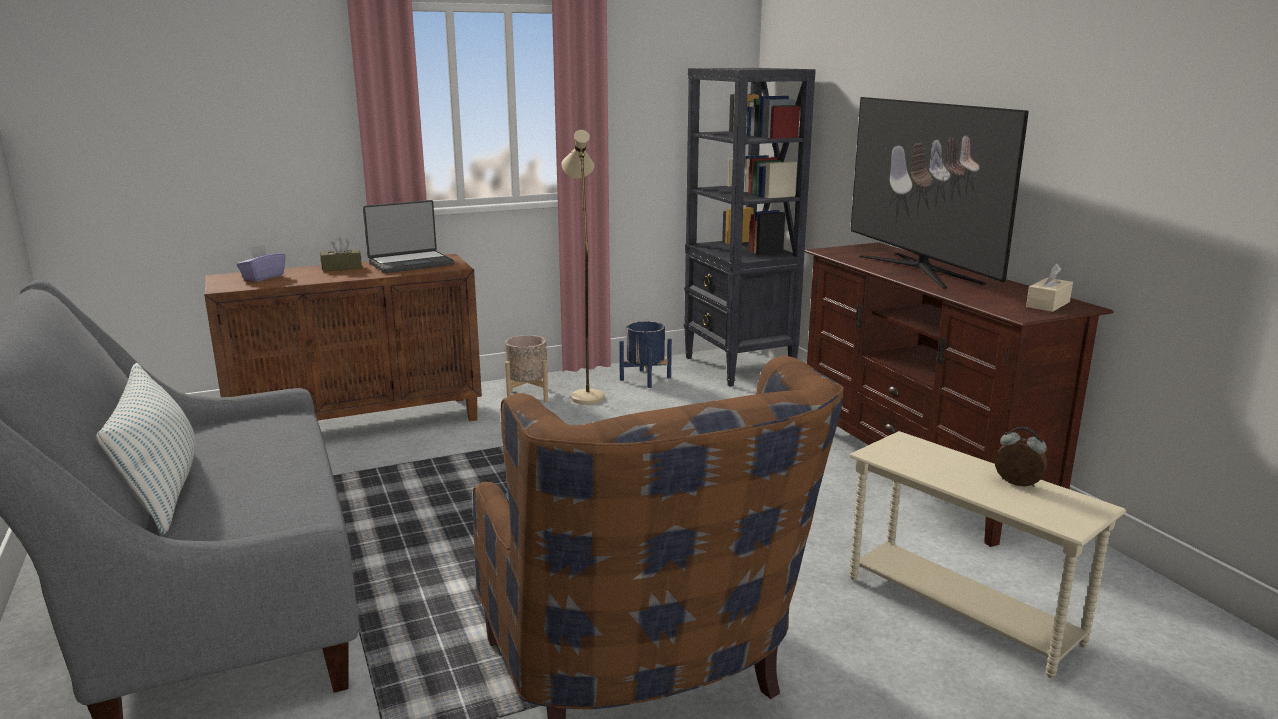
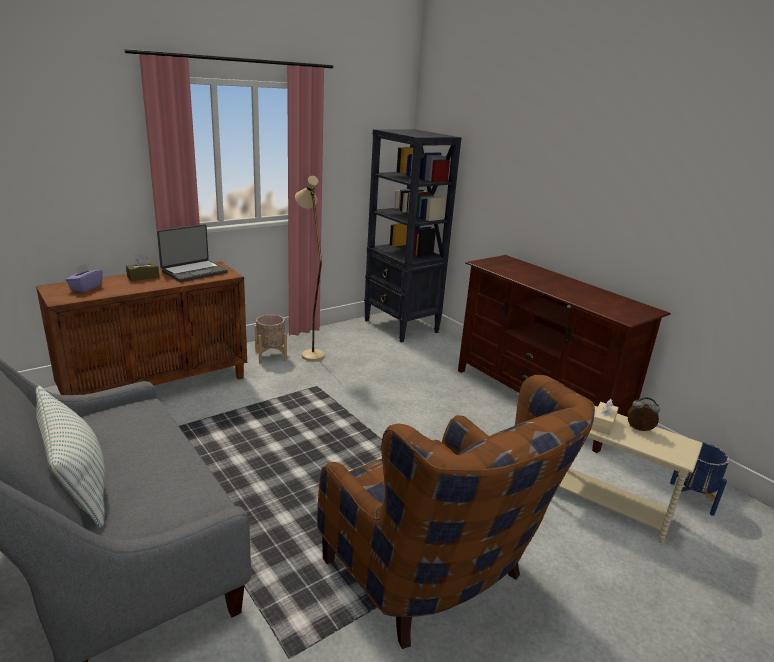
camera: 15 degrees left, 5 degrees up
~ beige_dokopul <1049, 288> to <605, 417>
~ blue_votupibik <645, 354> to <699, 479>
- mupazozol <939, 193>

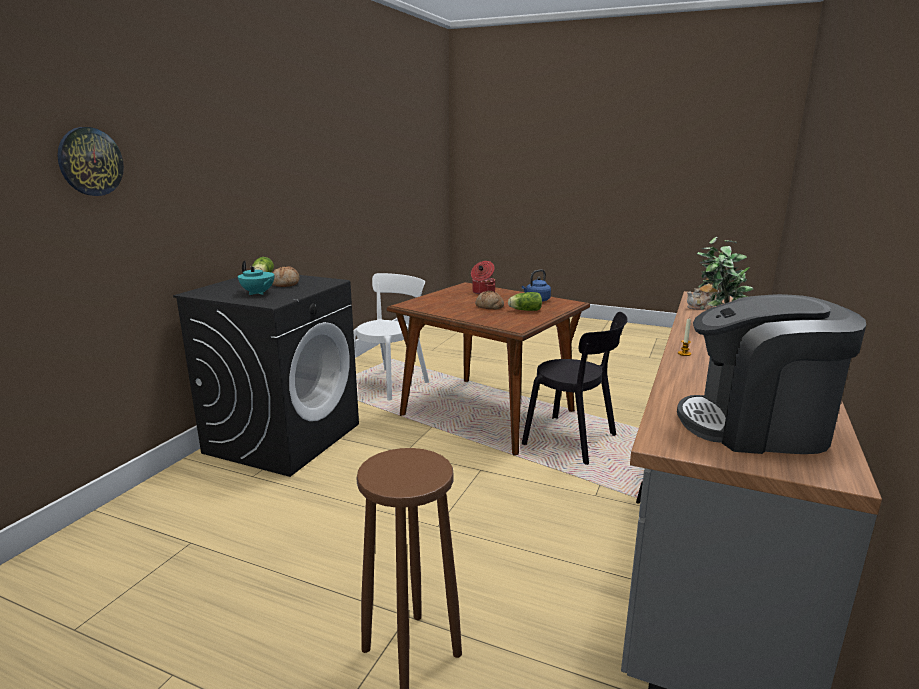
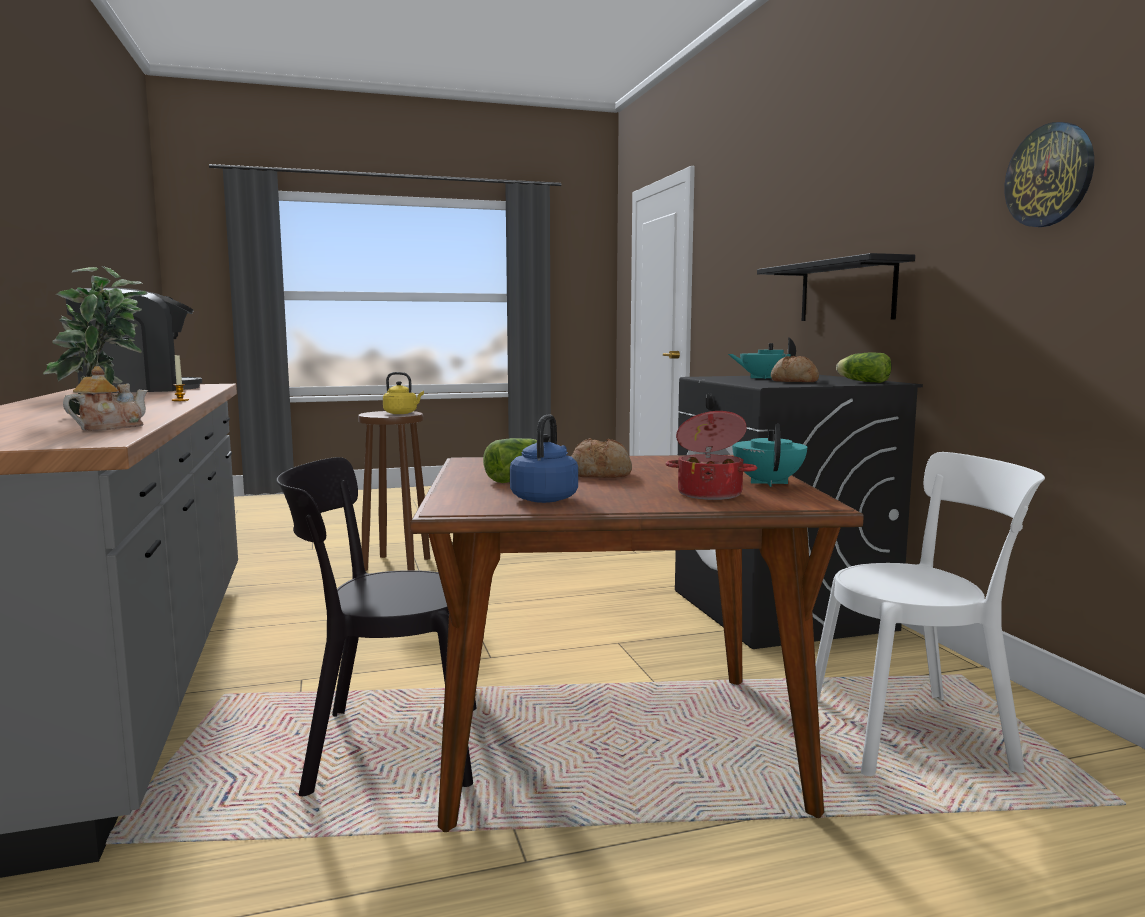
camera: 140 degrees right, 10 degrees down
+ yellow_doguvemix <403, 393>
+ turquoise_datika <769, 455>
+ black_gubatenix <836, 287>
~ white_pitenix <391, 336> = <930, 614> 90 degrees counterclockwise
~ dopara <90, 161> to <1049, 174>

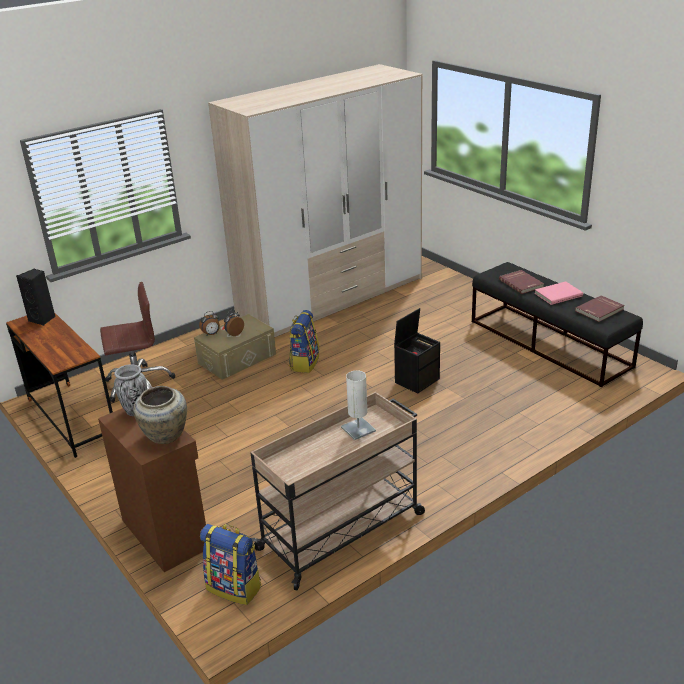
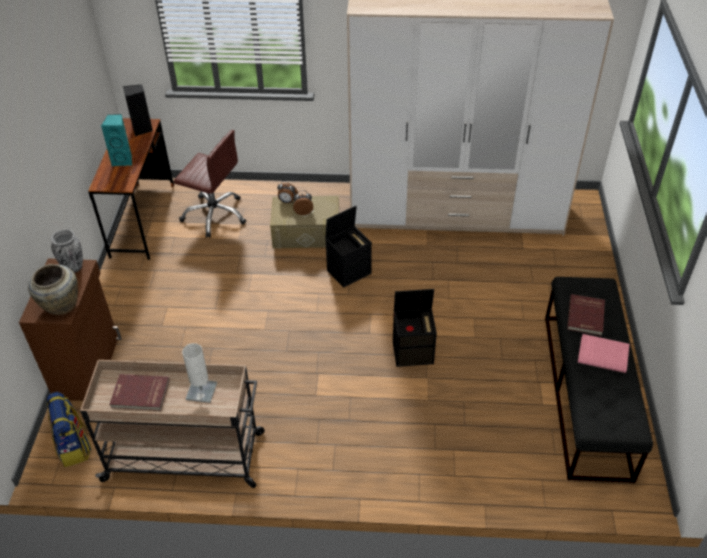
camera: 40 degrees right, 15 degrees up
+ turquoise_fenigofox <116, 140>
~ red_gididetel <600, 308> to <139, 392>
~ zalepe <304, 341> to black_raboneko <348, 247>

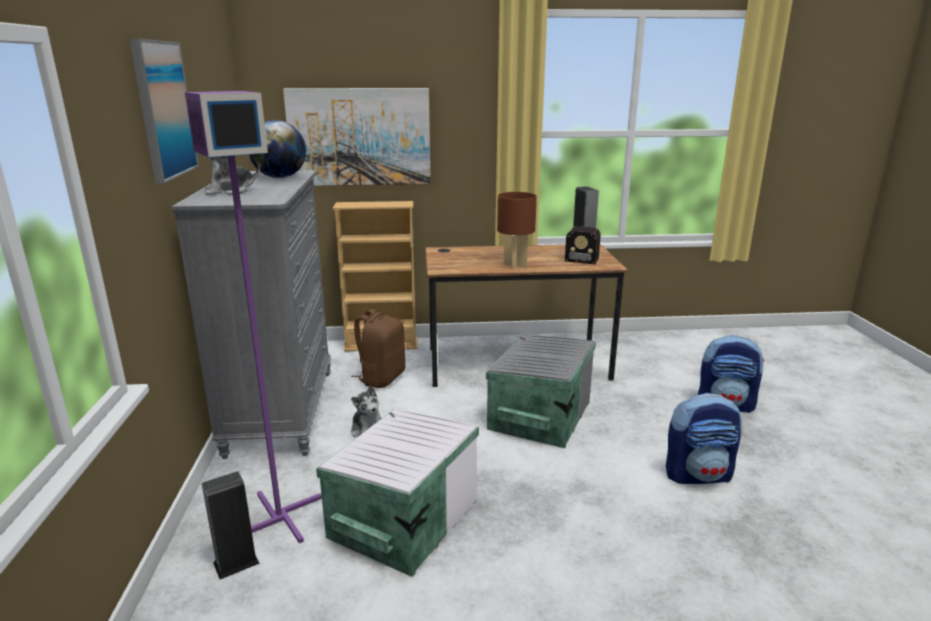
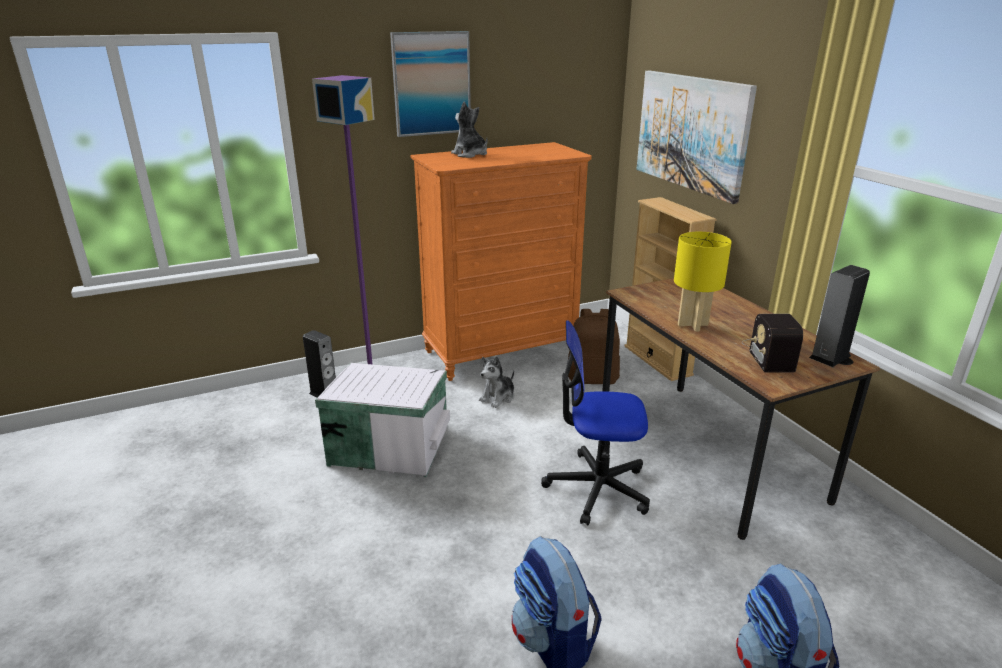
camera: 70 degrees right, 5 degrees up
~ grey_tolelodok <251, 314> to orange_tolelodok <501, 261>
~ grey_raboneko <541, 391> to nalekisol <595, 422>
~ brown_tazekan <517, 230> to yellow_tazekan <703, 282>
- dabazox <277, 149>

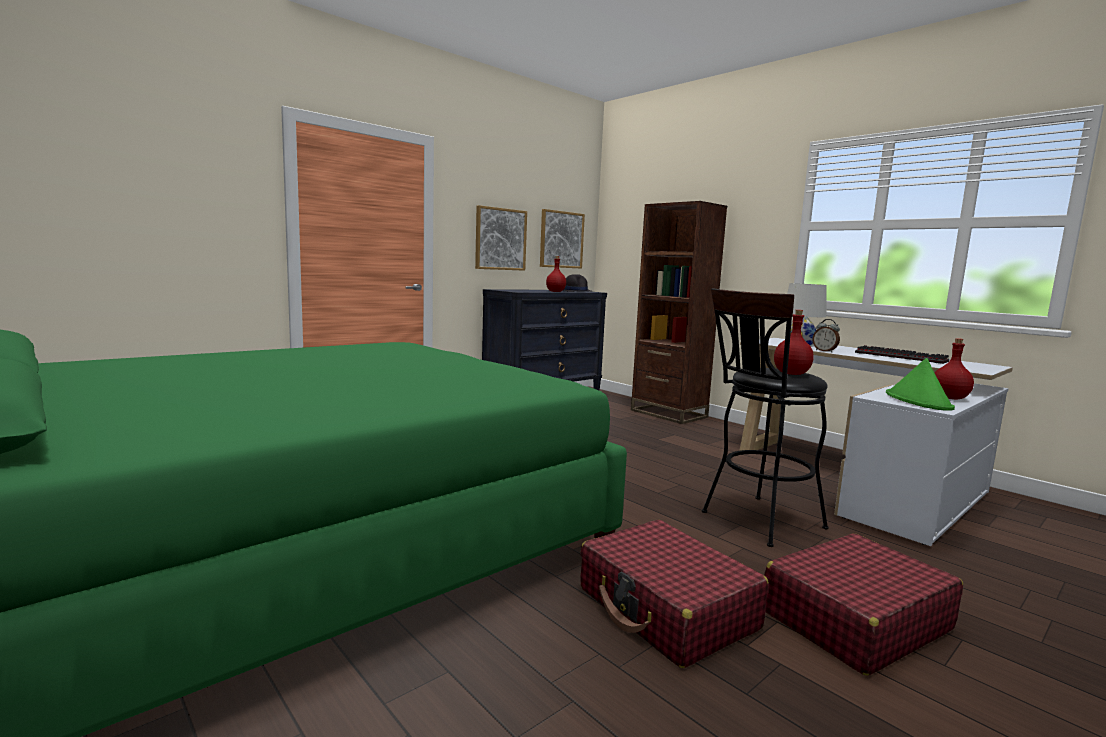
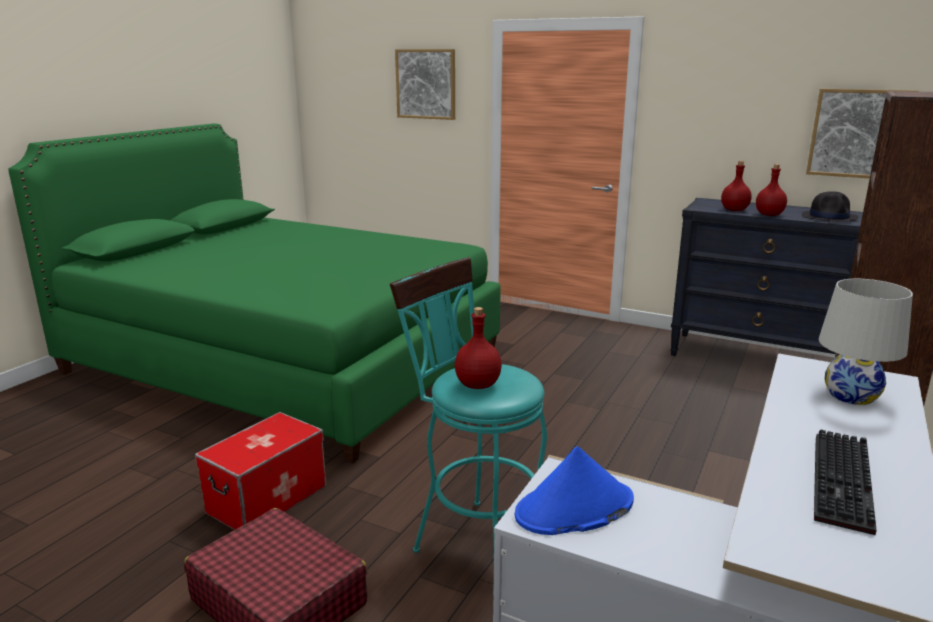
camera: 70 degrees right, 10 degrees up
~ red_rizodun <674, 594> to raboneko <260, 471>
~ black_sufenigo <765, 417> to turquoise_sufenigo <468, 405>
~ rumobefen <501, 238> to <425, 84>
~ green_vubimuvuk <920, 384> to blue_vubimuvuk <574, 490>
~ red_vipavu <954, 368> to <736, 186>
- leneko <826, 336>

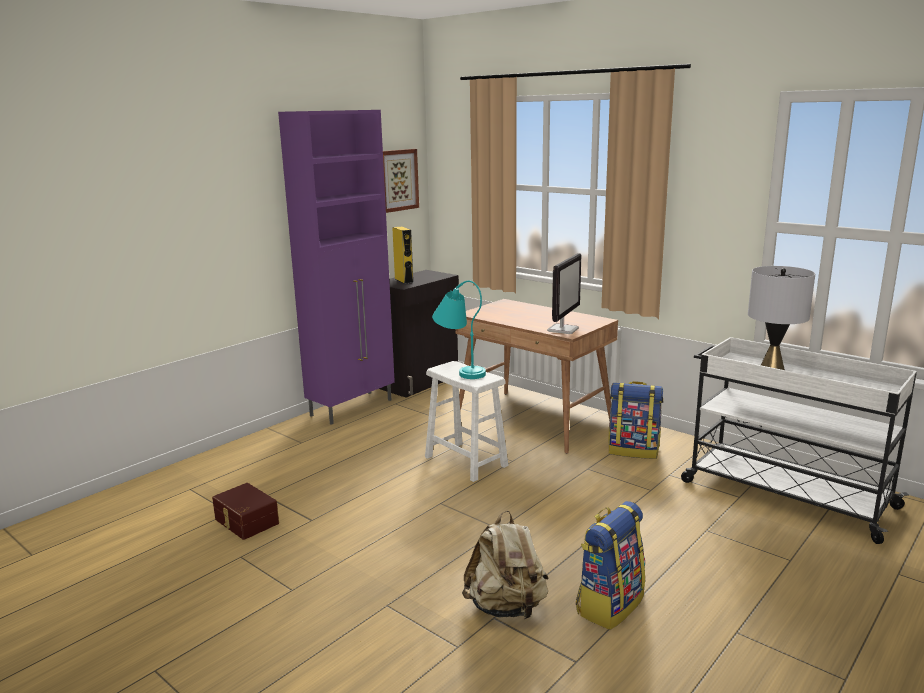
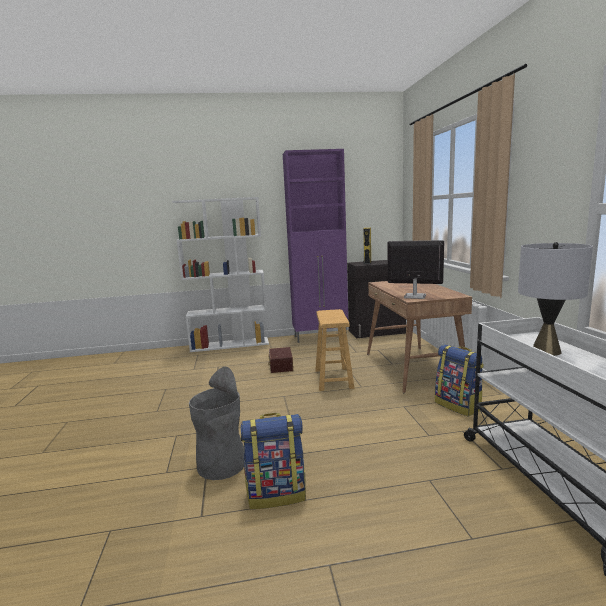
camera: 40 degrees right, 5 degrees down
+ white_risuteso <220, 274>
~ beige_zalepe <505, 565> to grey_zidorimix <216, 423>
~ brown_raboneko <245, 511> to <280, 360>
~ white_sufenigo <467, 421> to brown_sufenigo <334, 350>
~ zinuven <564, 293> = <416, 269> 135 degrees counterclockwise
- rumobefen <401, 181>
- turquoise_tazekan <459, 329>

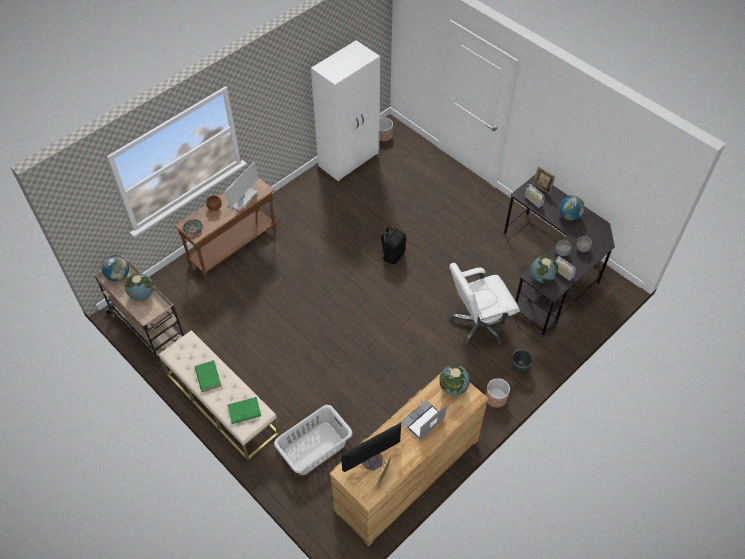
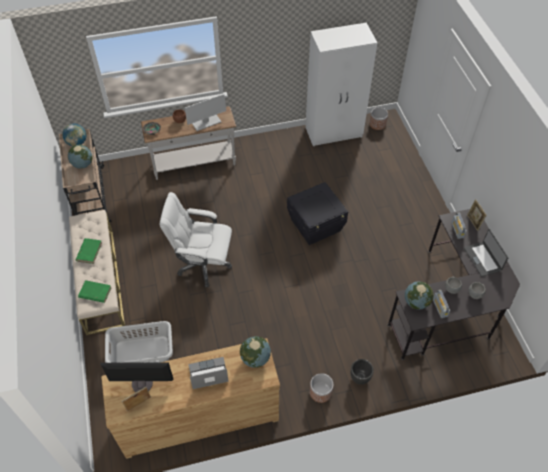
camera: 30 degrees right, 0 degrees up
~ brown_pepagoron <225, 229> to white_pepagoron <188, 143>
~ white_nalekisol <484, 304> to <196, 239>
~ black_zalepe <392, 245> to black_raboneko <317, 213>
~ dabazox <572, 208> to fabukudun <486, 253>

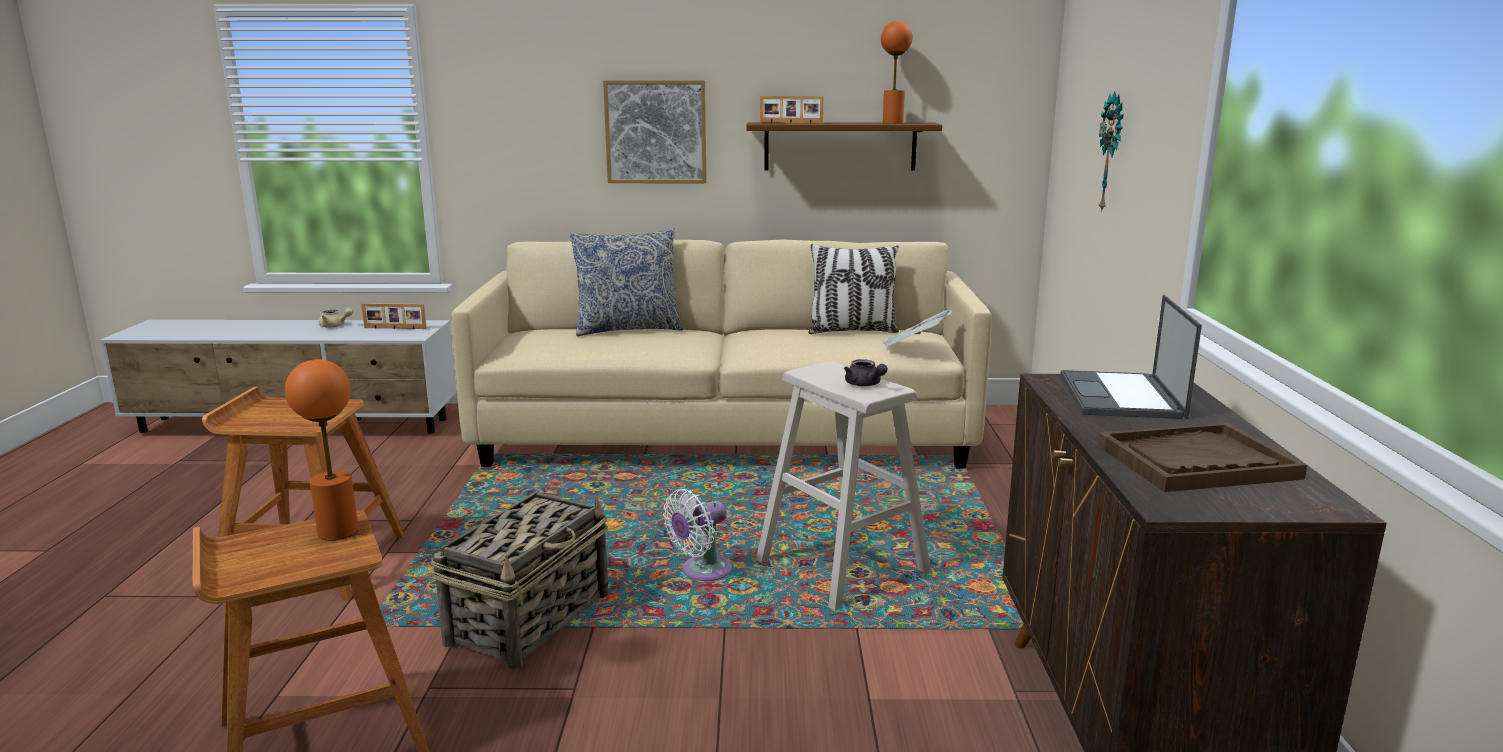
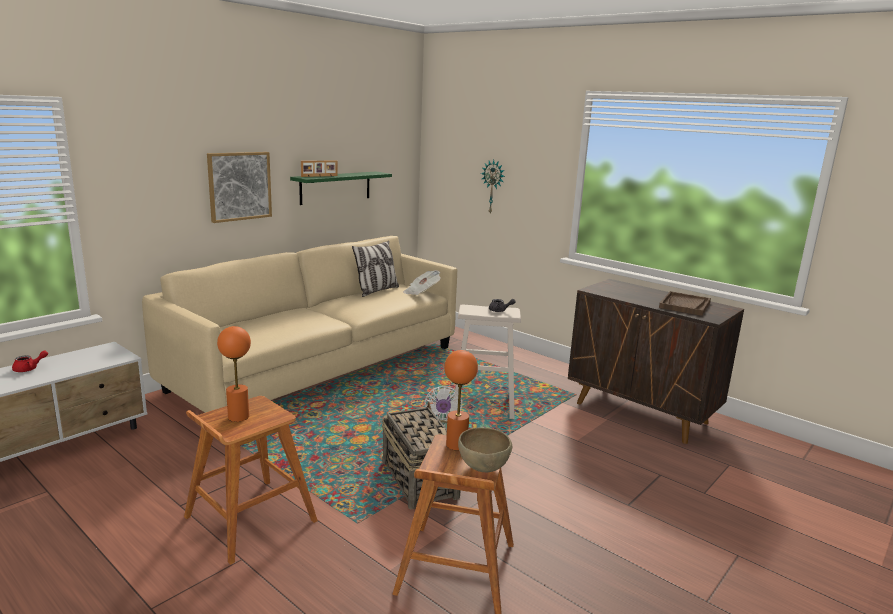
camera: 50 degrees left, 0 degrees up
~ beige_datika <336, 318> to red_datika <30, 361>
~ orange_tazekan <897, 72> to <234, 374>
~ brown_gubatenix <844, 146> to green_gubatenix <341, 188>
+ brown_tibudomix <485, 450>
- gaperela <394, 316>
- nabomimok <626, 282>
- fabukudun <1131, 357>

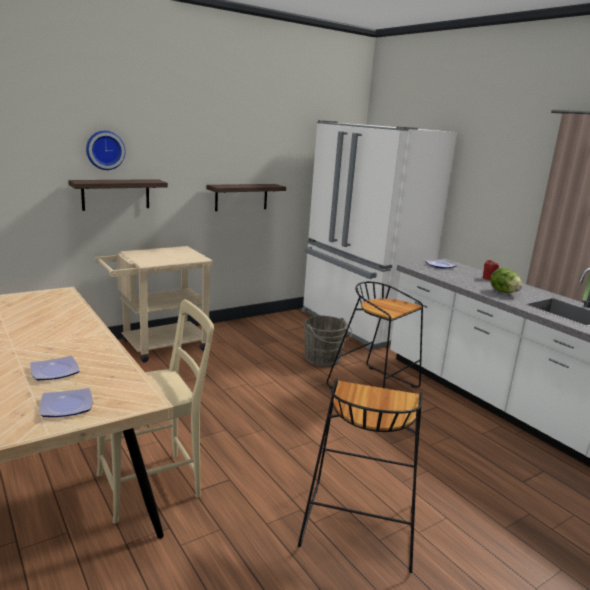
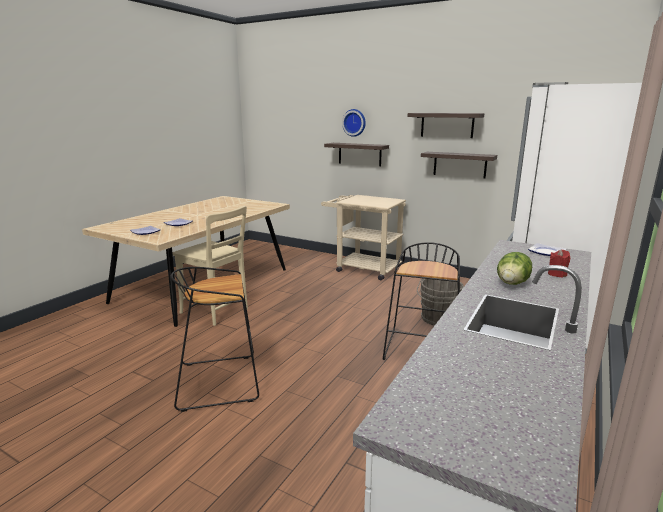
camera: 65 degrees right, 0 degrees up
+ gubatenix <446, 125>

